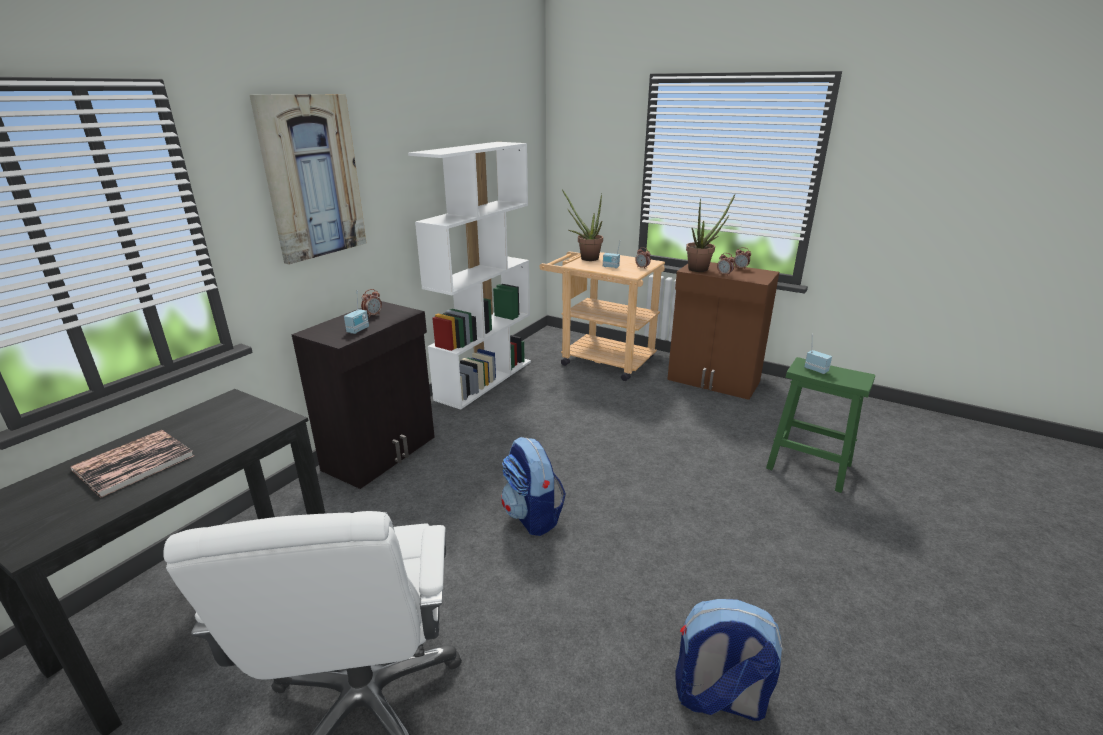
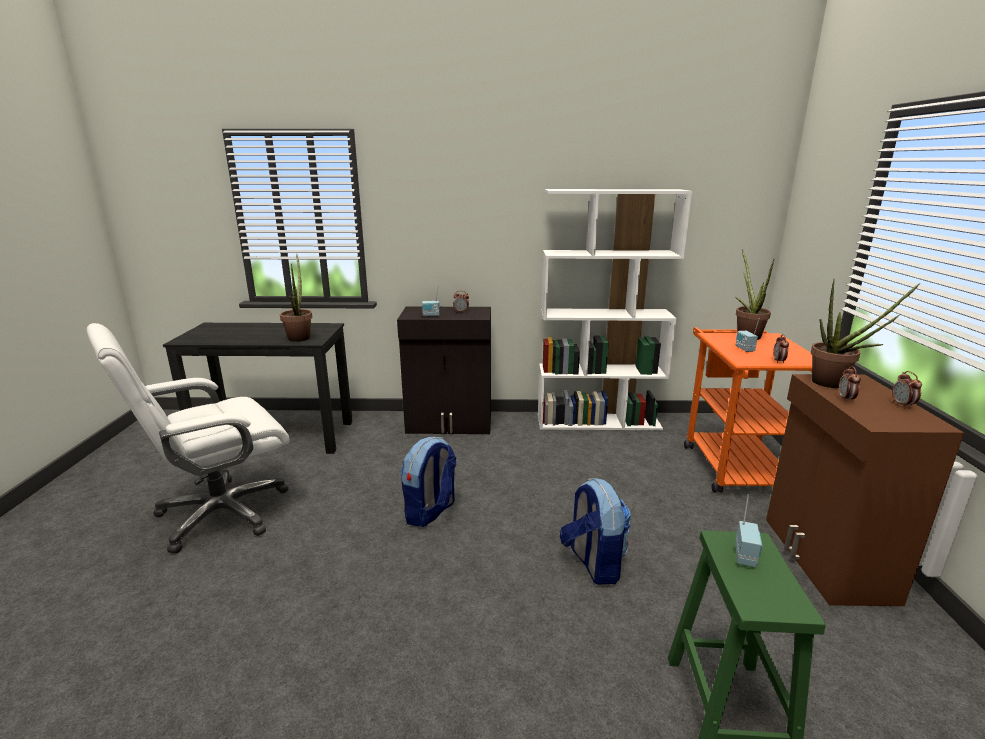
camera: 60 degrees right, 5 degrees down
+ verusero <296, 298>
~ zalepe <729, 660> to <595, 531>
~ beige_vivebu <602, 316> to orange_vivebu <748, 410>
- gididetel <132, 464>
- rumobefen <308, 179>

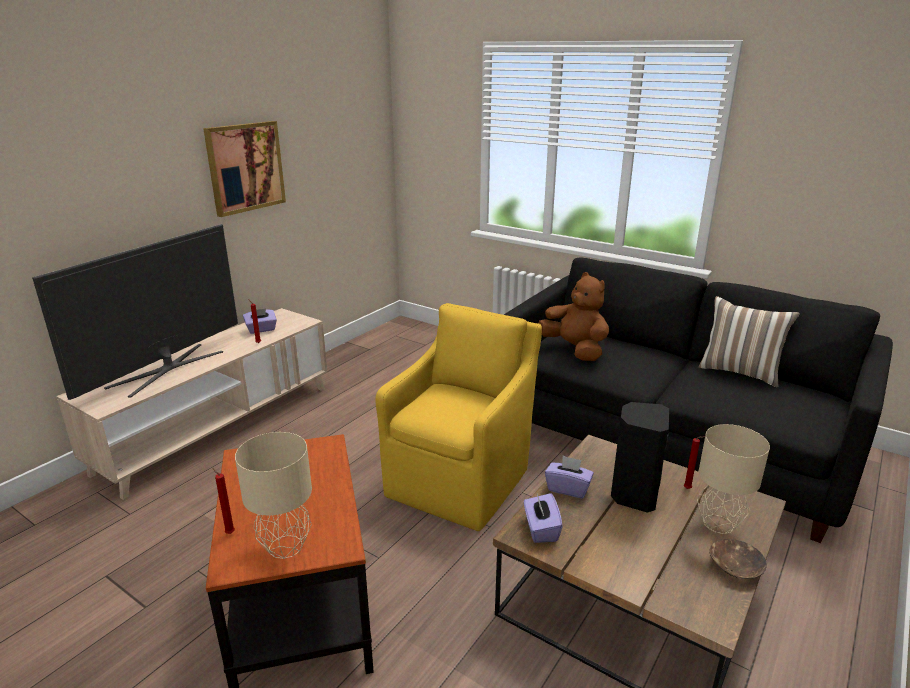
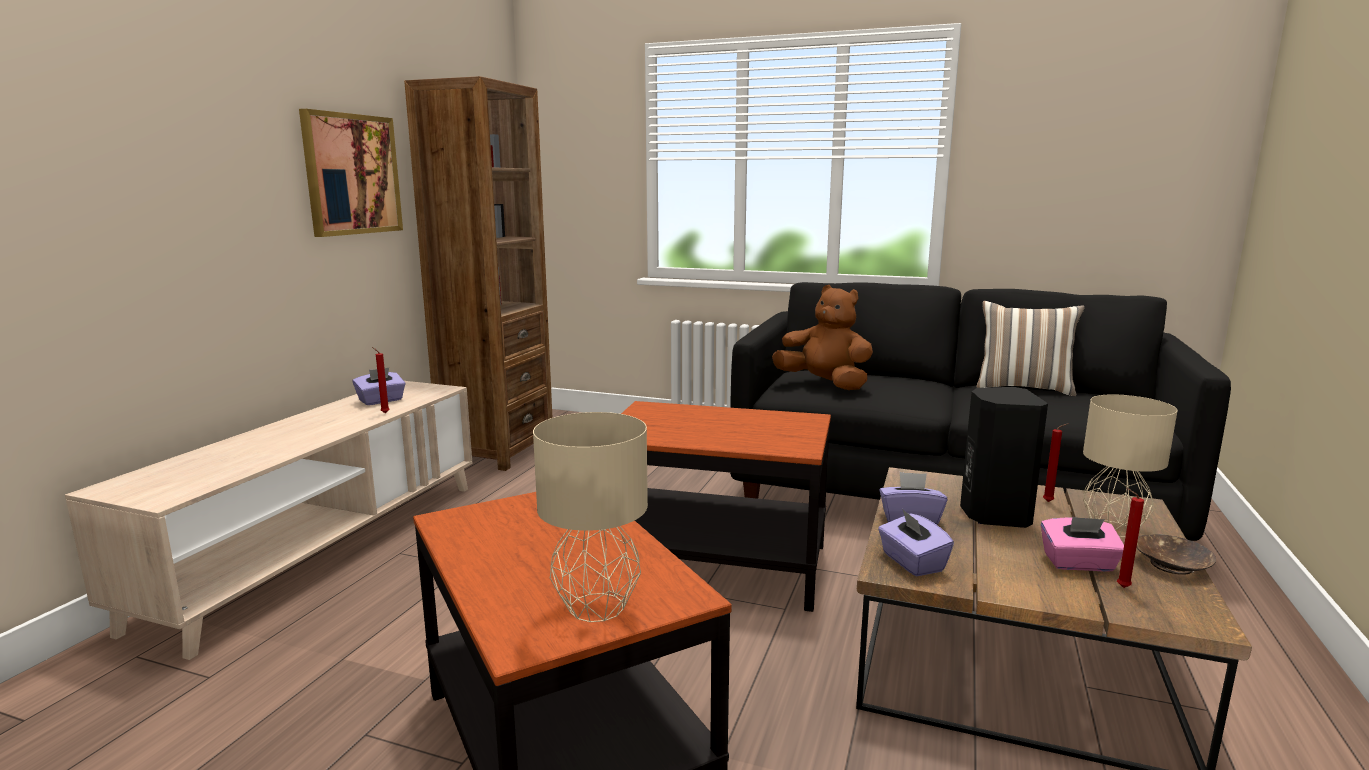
camera: 15 degrees left, 10 degrees down
+ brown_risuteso <478, 273>
~ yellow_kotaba <458, 417> to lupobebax <726, 506>
+ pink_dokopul <1082, 544>
~ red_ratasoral <223, 500> to <1130, 538>
- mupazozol <135, 312>

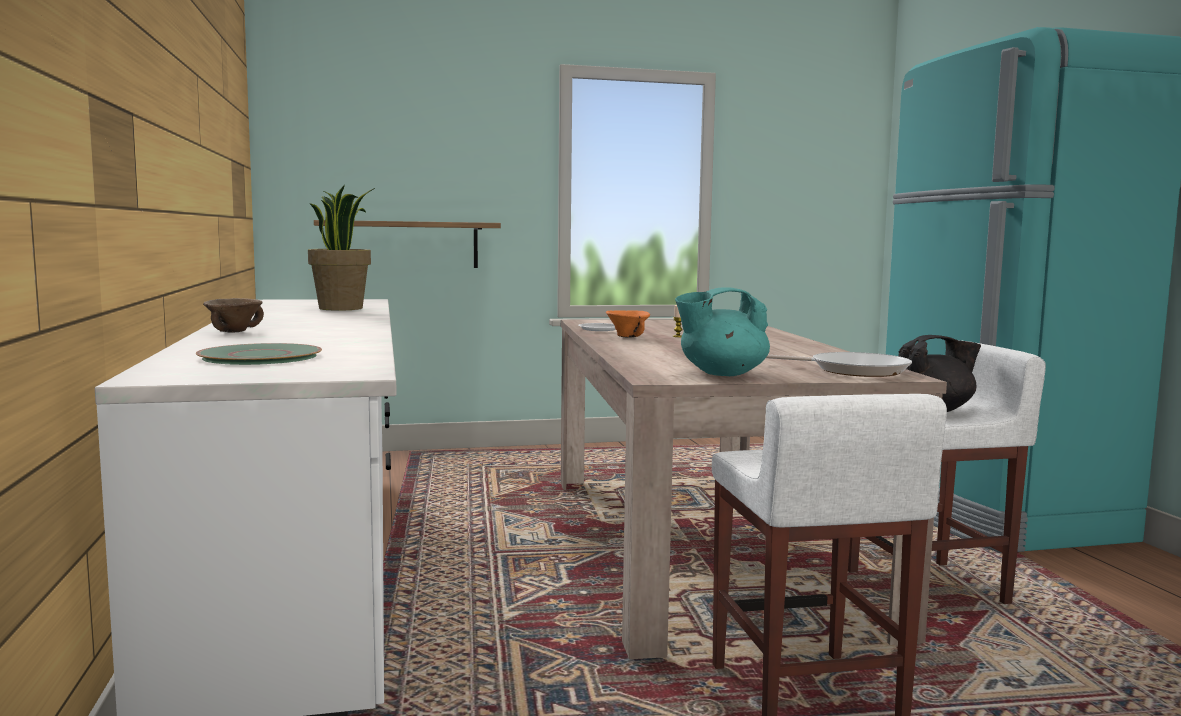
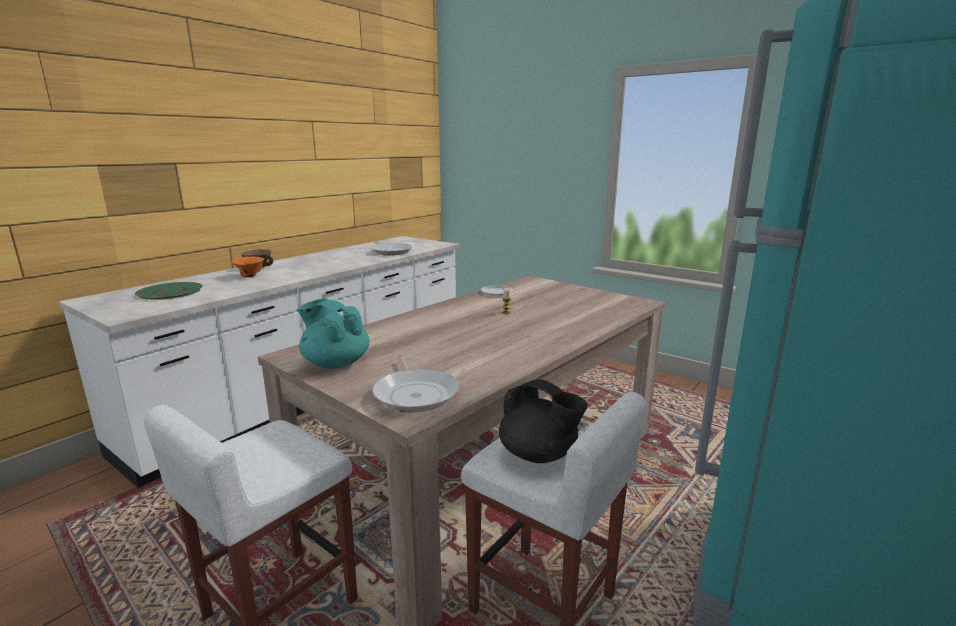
camera: 50 degrees right, 10 degrees up
~ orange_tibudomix <628, 323> to <247, 266>
~ verusero <341, 247> to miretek <391, 248>
- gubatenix <407, 244>

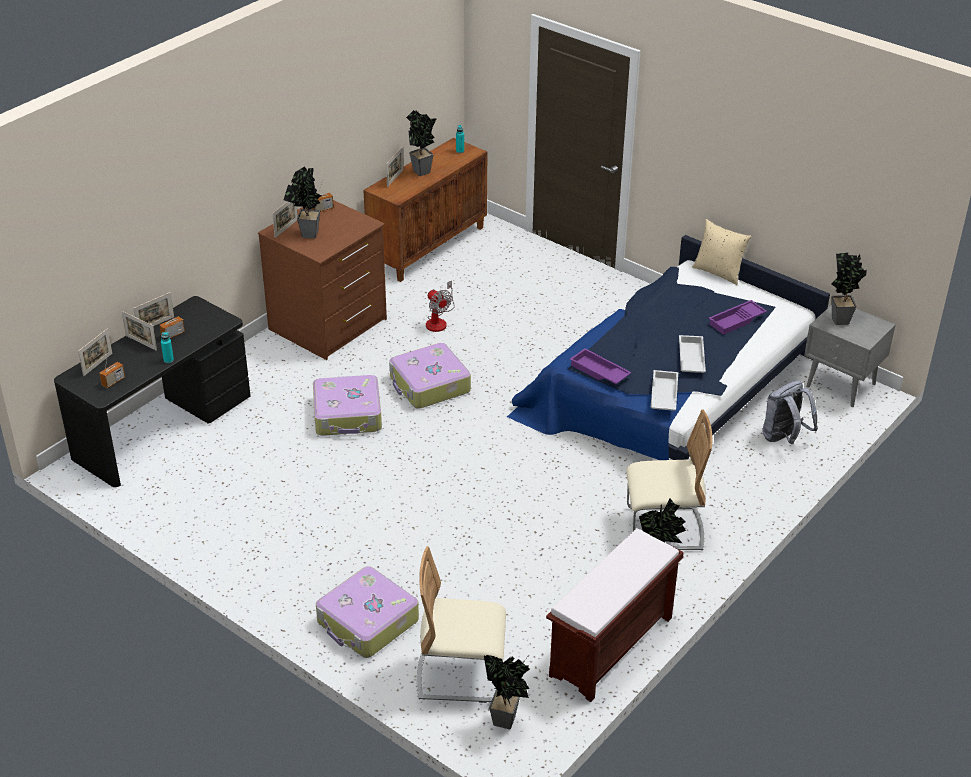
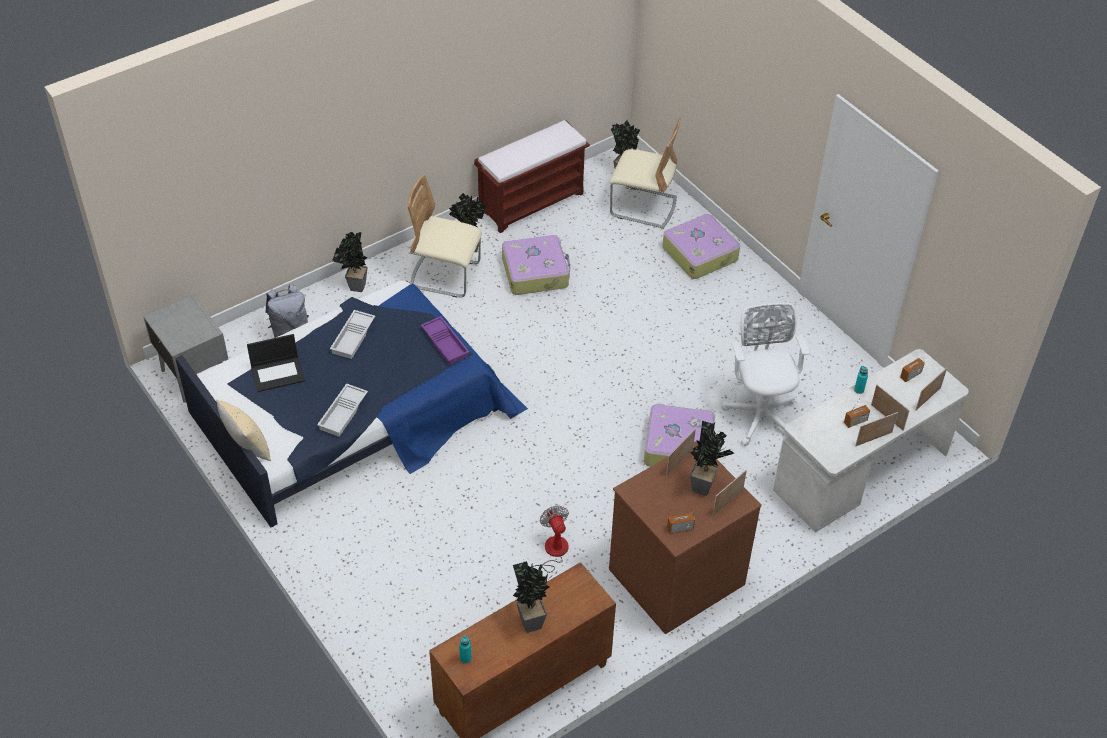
camera: 165 degrees left, 10 degrees up
~ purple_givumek <738, 317> to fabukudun <276, 363>
~ white_givumek <664, 390> to <342, 410>
~ verusero <849, 289> to <350, 262>
~ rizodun <430, 376> to <536, 265>
~ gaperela <394, 167> to <681, 452>
+ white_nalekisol <765, 374>
~ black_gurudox <152, 391> to white_gurudox <871, 441>

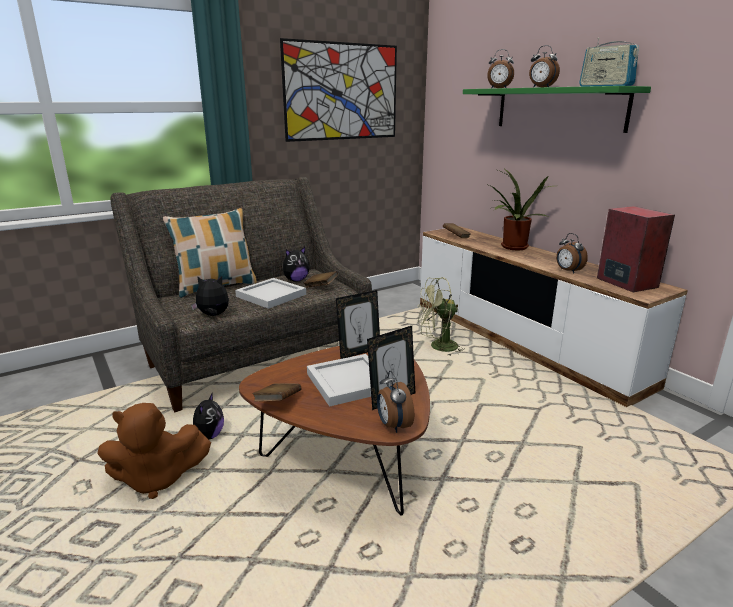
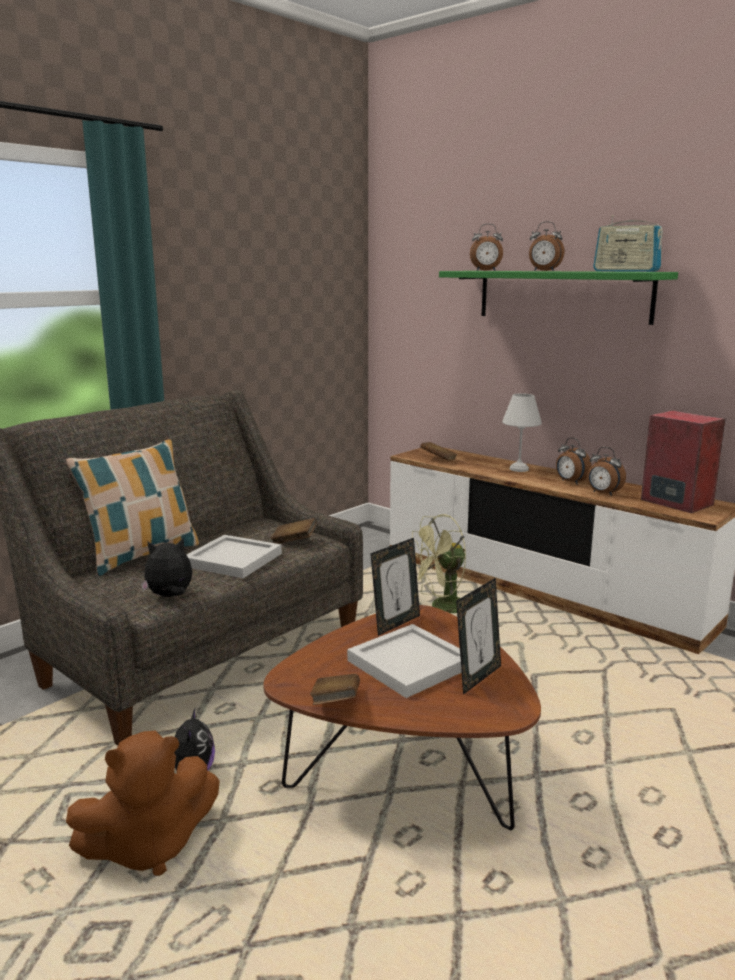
camera: 15 degrees left, 5 degrees down
~ verusero <519, 209> to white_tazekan <522, 432>
~ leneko <395, 402> to <573, 461>
- rumobefen <338, 90>
- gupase <296, 264>

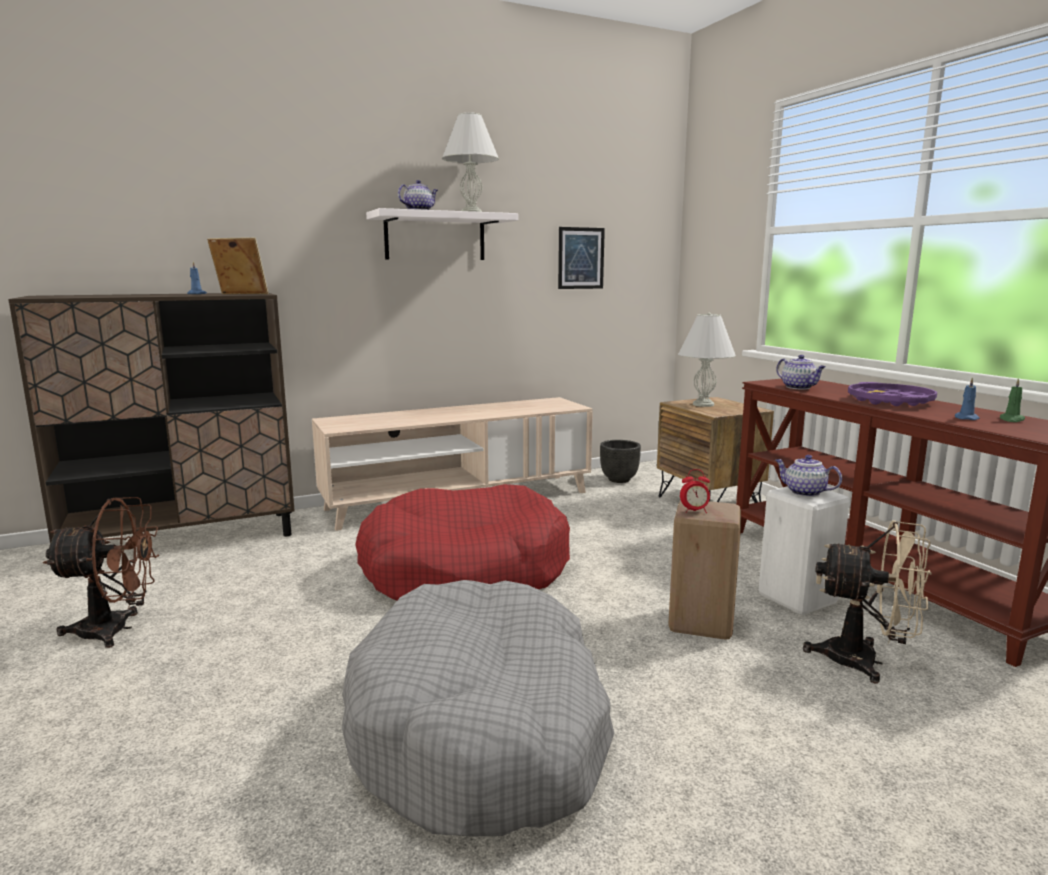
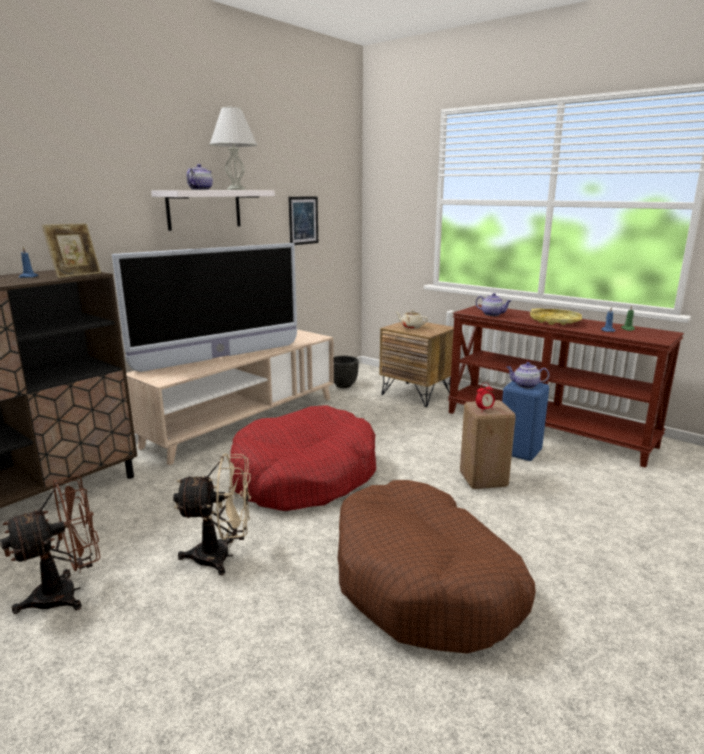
camera: 25 degrees left, 5 degrees up
~ gaperela <238, 265> = <71, 251> 150 degrees clockwise
+ mupazozol <204, 307>
~ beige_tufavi <867, 602> to <212, 514>
~ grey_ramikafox <478, 708> to brown_ramikafox <437, 567>
~ white_tazekan <707, 360> to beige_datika <412, 319>
~ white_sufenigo <804, 550> to blue_sufenigo <525, 421>
~ purple_givumek <892, 394> to yellow_givumek <556, 316>

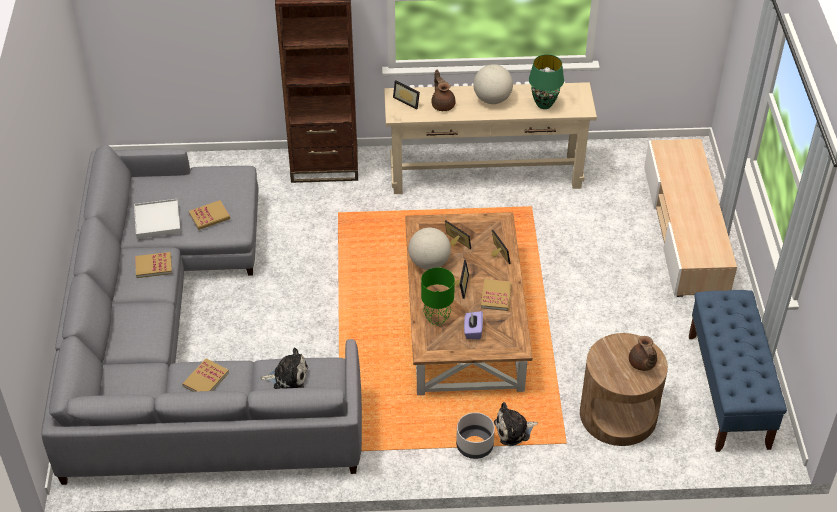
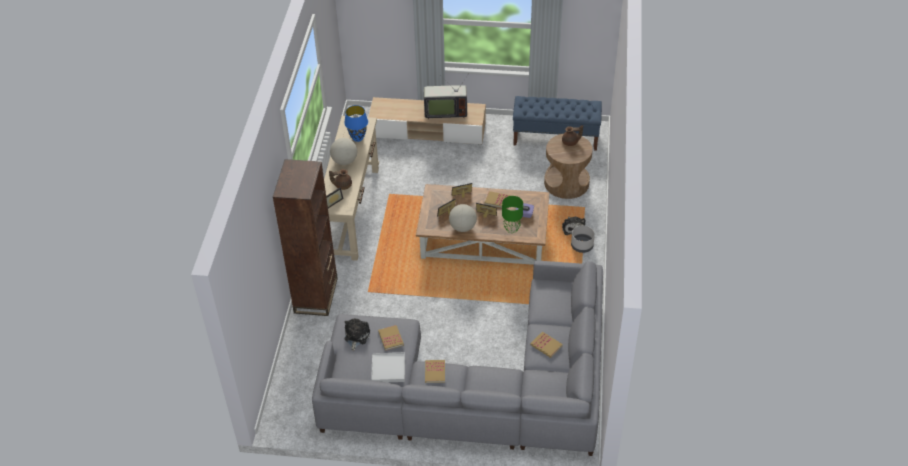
camera: 80 degrees left, 0 degrees up
~ green_tazekan <546, 81> to blue_tazekan <356, 123>
~ gupase <284, 368> to <357, 334>
+ mupazozol <446, 96>

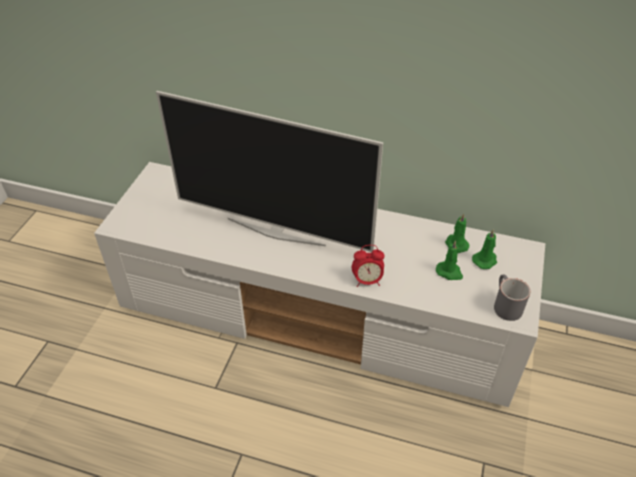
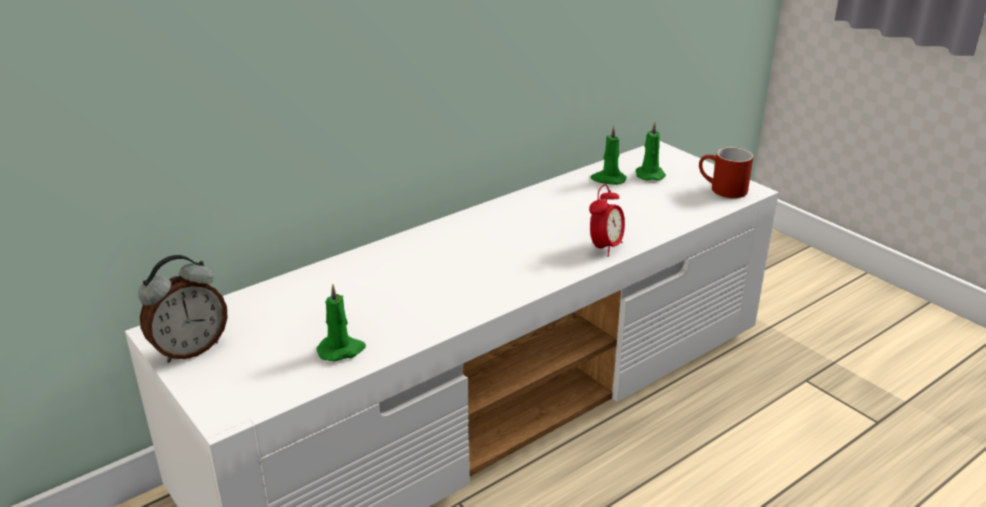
camera: 55 degrees left, 15 degrees down
+ leneko <183, 309>
~ green_ratasoral <449, 260> to <341, 323>
~ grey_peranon <512, 297> to red_peranon <726, 172>
- mupazozol <269, 171>

